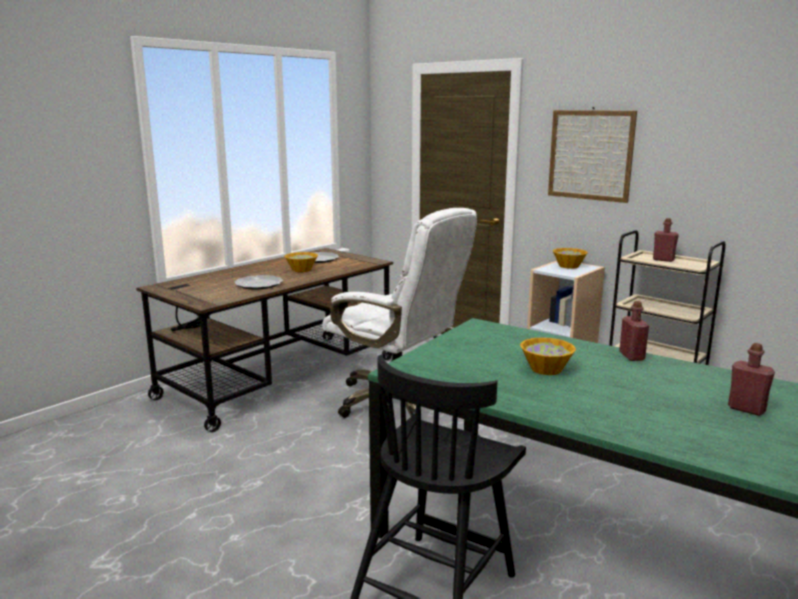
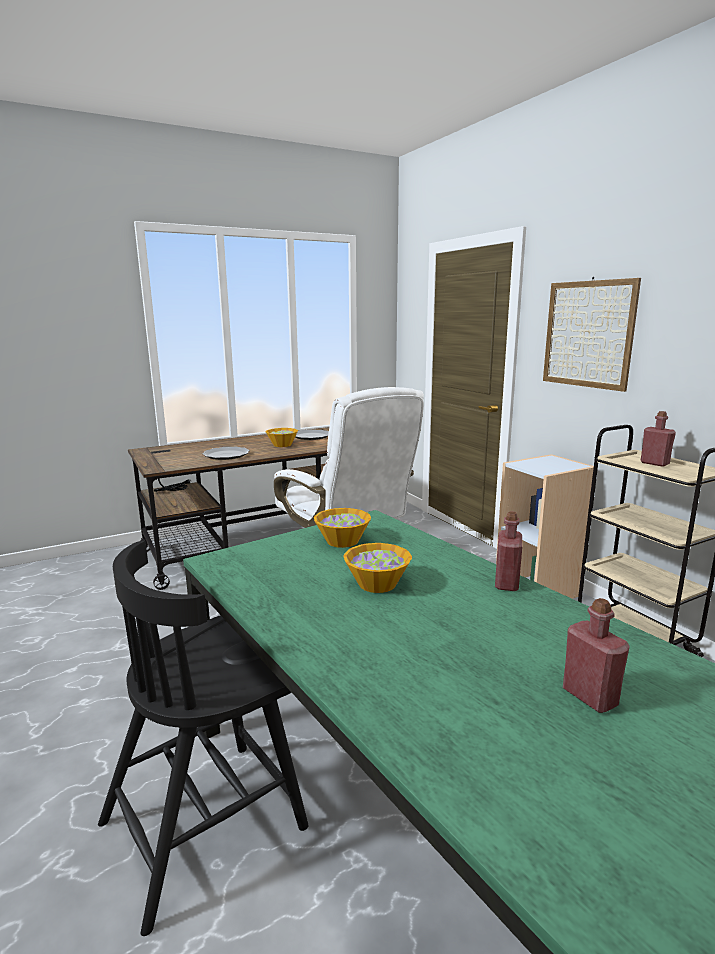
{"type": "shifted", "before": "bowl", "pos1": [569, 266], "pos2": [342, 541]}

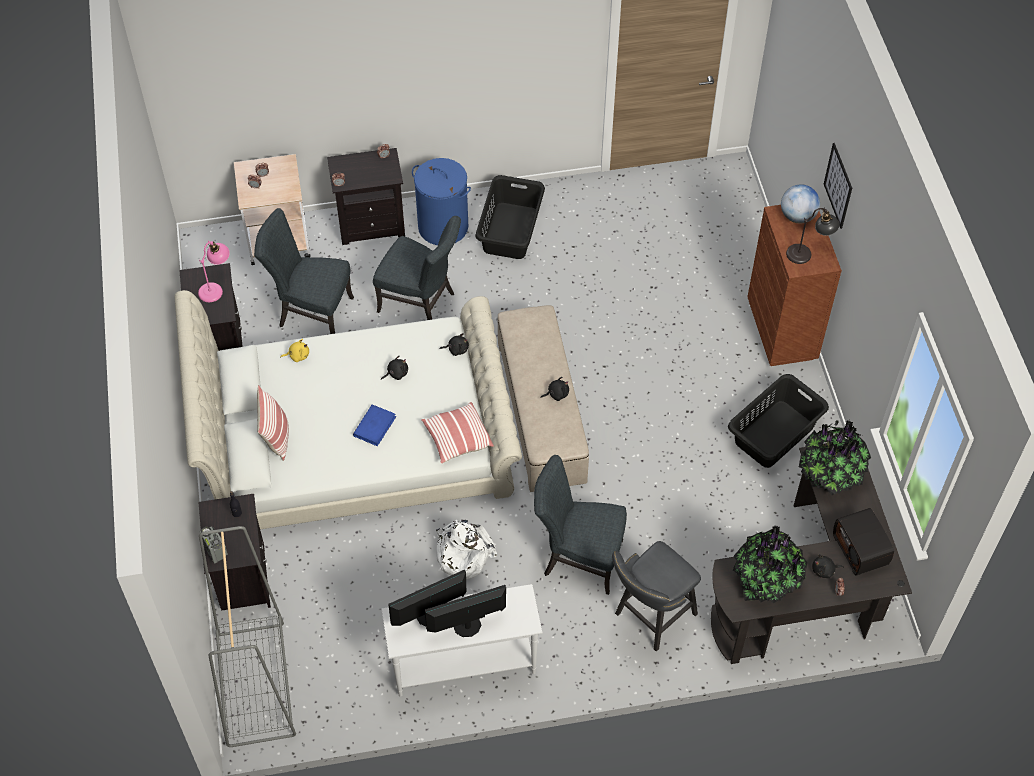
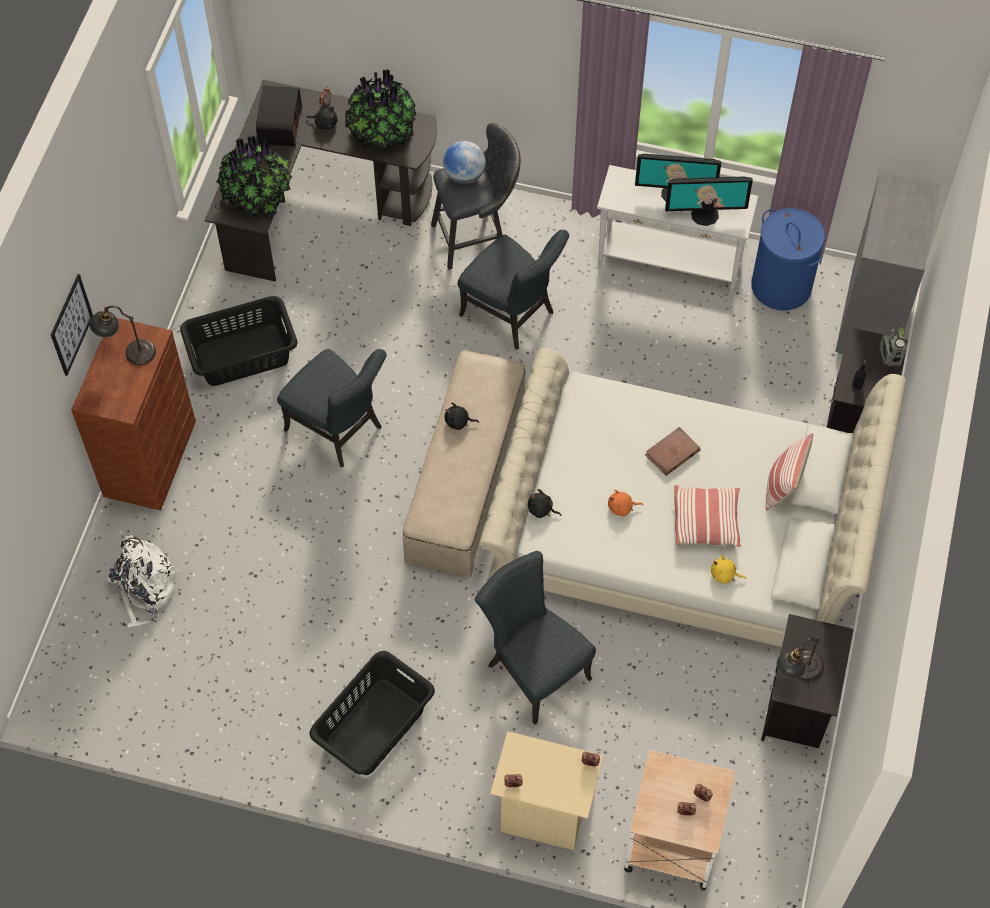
{"type": "shifted", "before": "grey chair", "pos1": [311, 312], "pos2": [339, 430]}
{"type": "shifted", "before": "blue laundry basket", "pos1": [443, 227], "pos2": [781, 286]}
{"type": "shifted", "before": "pillow", "pos1": [457, 439], "pos2": [706, 521]}
{"type": "shifted", "before": "white backpack", "pos1": [462, 554], "pos2": [144, 588]}
{"type": "shifted", "before": "globe", "pos1": [797, 216], "pos2": [464, 175]}
{"type": "swapped", "before": "grey clothes rack", "after": "grey dresser", "pos1": [256, 684], "pos2": [871, 321]}
{"type": "repainted", "before": "pink table lamp", "after": "grey table lamp", "pos1": [216, 284], "pos2": [797, 674]}
{"type": "repainted", "before": "black nightstand", "after": "beige nightstand", "pos1": [371, 224], "pos2": [543, 814]}
{"type": "repainted", "before": "blue book", "after": "brown book", "pos1": [374, 426], "pos2": [672, 453]}
{"type": "repainted", "before": "black plush toy", "after": "orange plush toy", "pos1": [396, 373], "pos2": [622, 507]}

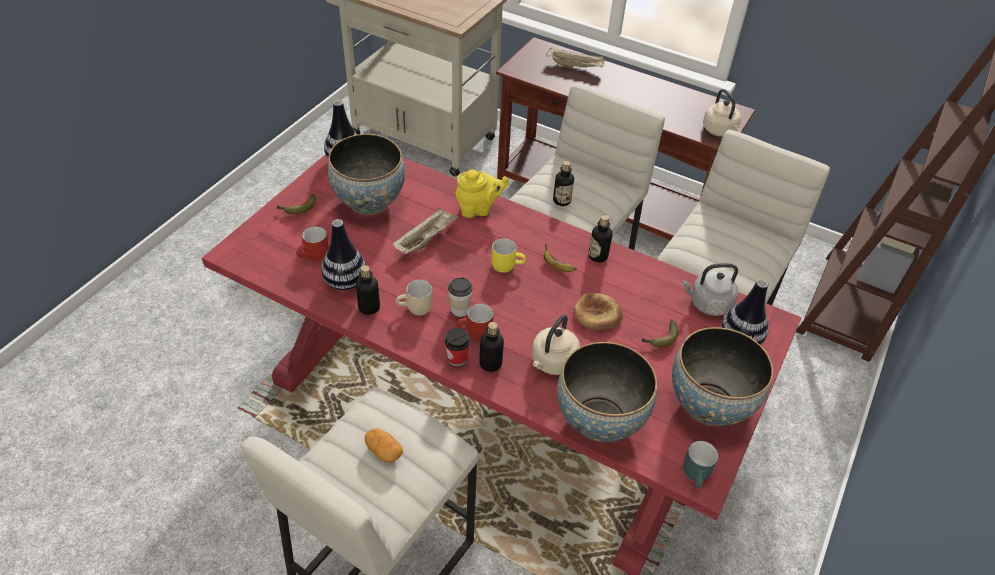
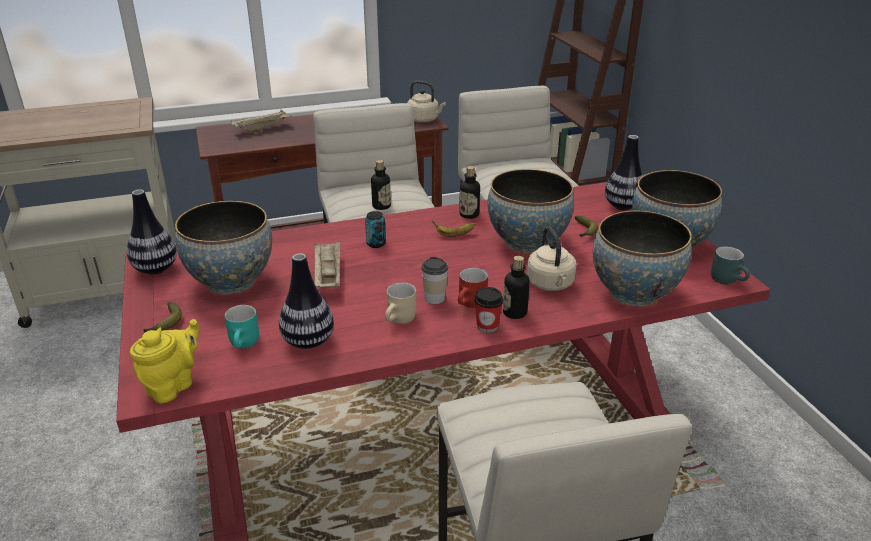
{"type": "gone", "before": "bottle", "pos1": [369, 307]}
{"type": "gone", "before": "potato", "pos1": [384, 451]}
{"type": "gone", "before": "yellow mug", "pos1": [507, 265]}
{"type": "gone", "before": "grey kettle", "pos1": [707, 304]}
{"type": "new", "after": "can", "pos2": [376, 244]}
{"type": "shifted", "before": "yellow teapot", "pos1": [478, 209], "pos2": [173, 385]}
{"type": "swapped", "before": "bread", "after": "bowl", "pos1": [597, 314], "pos2": [527, 243]}
{"type": "repainted", "before": "red mug", "after": "turquoise mug", "pos1": [315, 256], "pos2": [245, 343]}

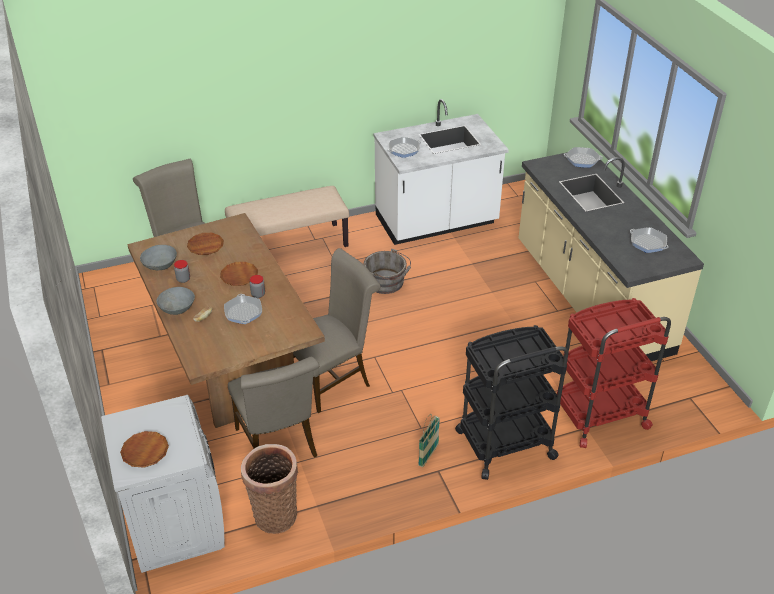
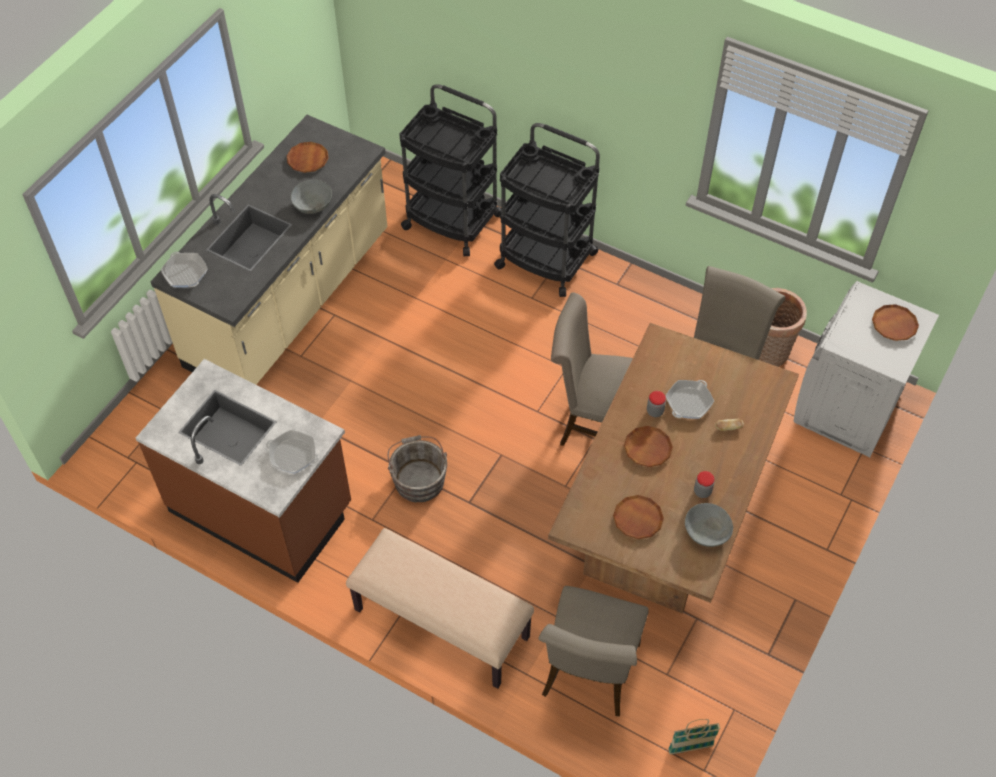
{"type": "shifted", "before": "grey bowl", "pos1": [177, 309], "pos2": [313, 204]}
{"type": "shifted", "before": "basket", "pos1": [428, 455], "pos2": [690, 748]}
{"type": "swapped", "before": "frying pan", "after": "brown plate", "pos1": [648, 243], "pos2": [308, 159]}
{"type": "repainted", "before": "white counter", "after": "brown counter", "pos1": [436, 222], "pos2": [262, 508]}
{"type": "repainted", "before": "red cart", "after": "black cart", "pos1": [599, 414], "pos2": [451, 221]}

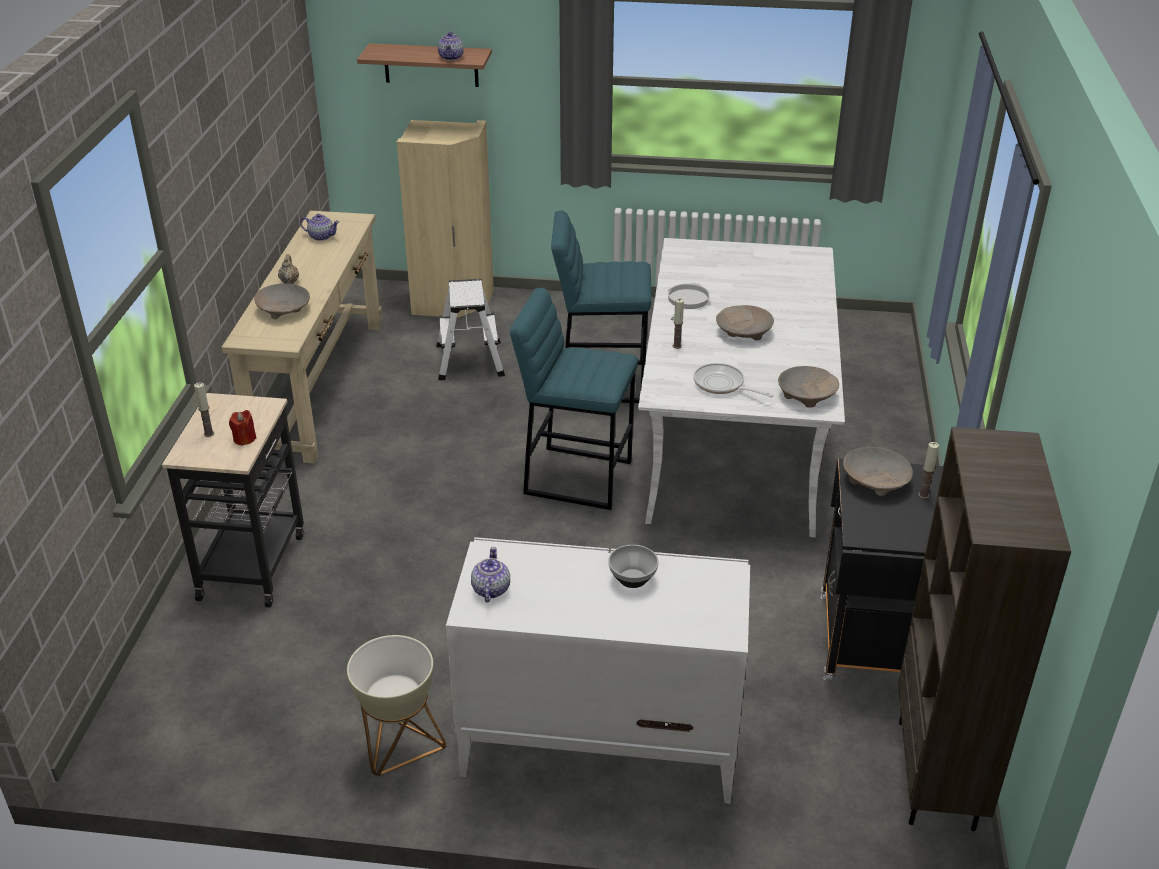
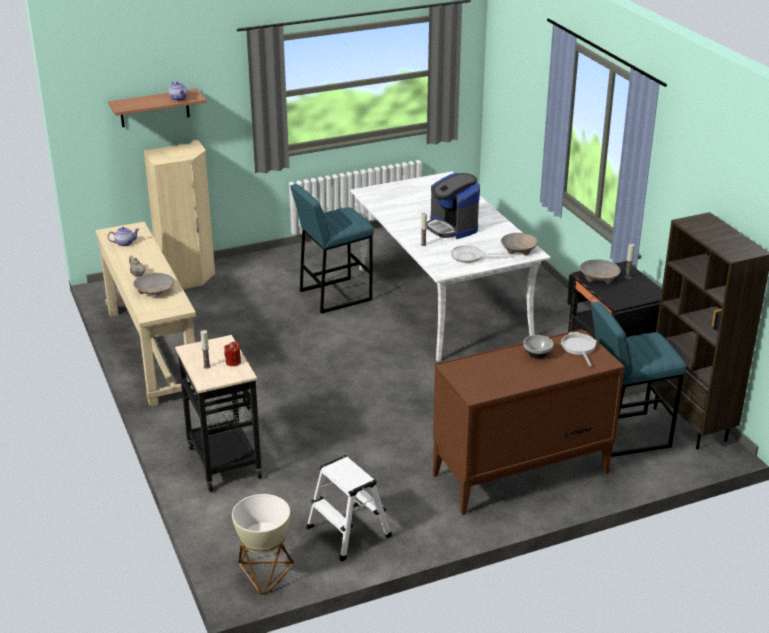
{"type": "gone", "before": "teapot", "pos1": [490, 590]}
{"type": "shifted", "before": "planter", "pos1": [399, 747], "pos2": [264, 575]}
{"type": "shifted", "before": "white step ladder", "pos1": [470, 360], "pos2": [349, 532]}
{"type": "shifted", "before": "turquoise stool", "pos1": [575, 477], "pos2": [625, 434]}
{"type": "shifted", "before": "frying pan", "pos1": [686, 301], "pos2": [578, 348]}
{"type": "swapped", "before": "beige bowl", "after": "coffee machine", "pos1": [744, 332], "pos2": [452, 227]}
{"type": "repainted", "before": "white cabinet", "after": "brown cabinet", "pos1": [599, 746], "pos2": [520, 474]}

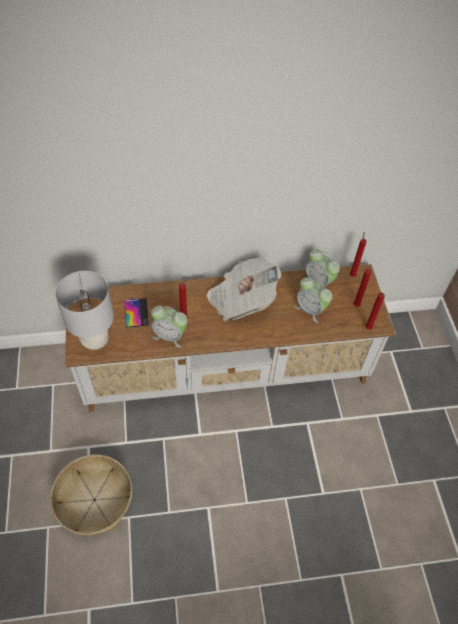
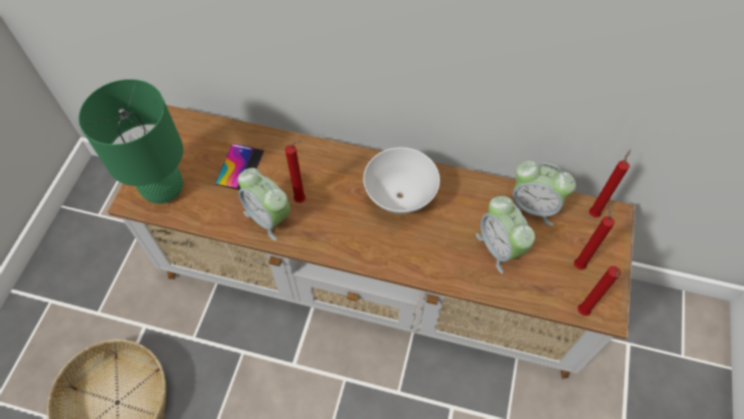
{"type": "swapped", "before": "newspaper", "after": "white bowl", "pos1": [241, 299], "pos2": [399, 196]}
{"type": "repainted", "before": "grey table lamp", "after": "green table lamp", "pos1": [96, 342], "pos2": [164, 192]}
{"type": "rotated", "before": "alarm clock", "pos1": [318, 282], "pos2": [533, 207], "turn": -45}

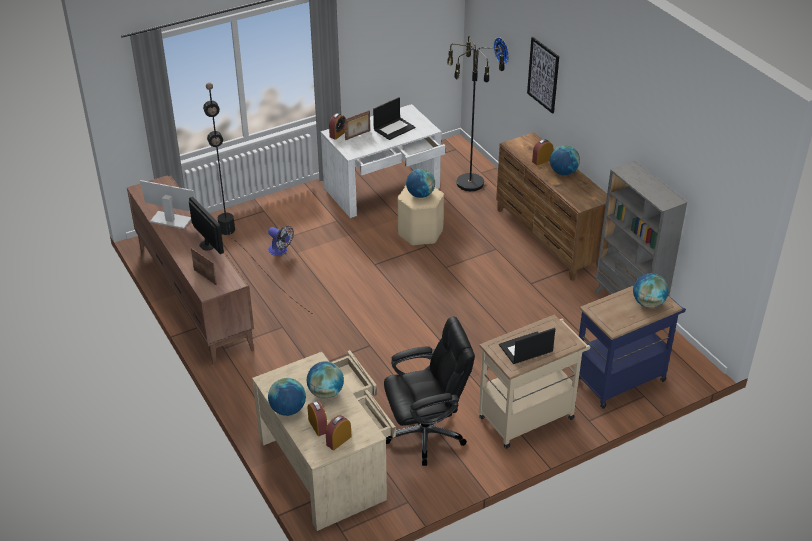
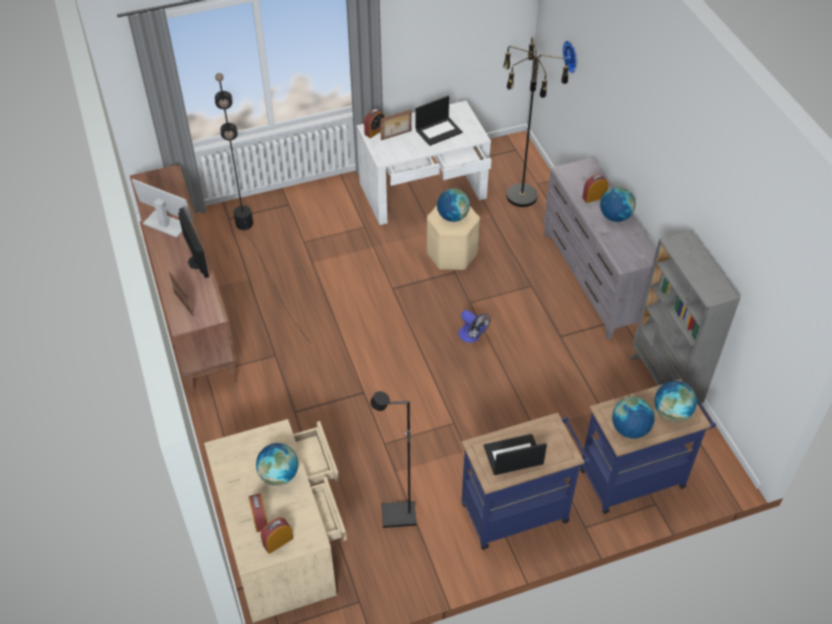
{"type": "gone", "before": "picture", "pos1": [543, 75]}
{"type": "shifted", "before": "fan", "pos1": [280, 251], "pos2": [472, 336]}
{"type": "shifted", "before": "globe", "pos1": [288, 409], "pos2": [630, 429]}
{"type": "swapped", "before": "black office chair", "after": "black floor lamp", "pos1": [425, 434], "pos2": [398, 516]}
{"type": "repainted", "before": "beige cart", "after": "blue cart", "pos1": [529, 417], "pos2": [518, 513]}
{"type": "repainted", "before": "brown dresser", "after": "grey dresser", "pos1": [548, 238], "pos2": [593, 279]}

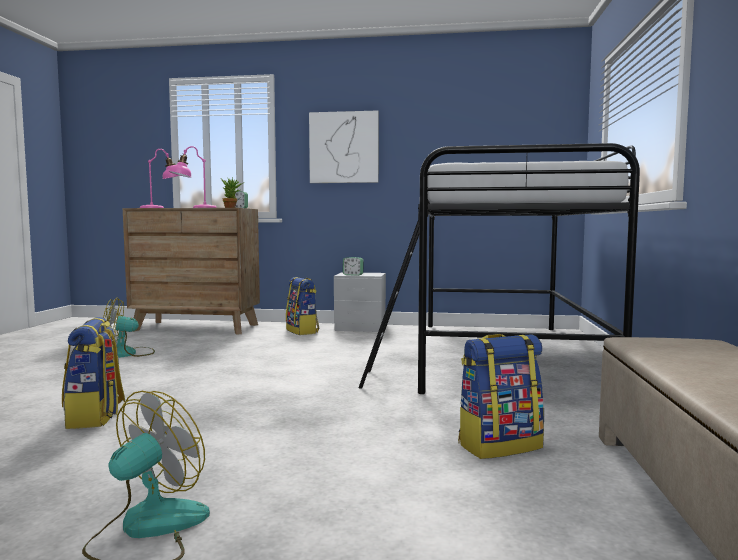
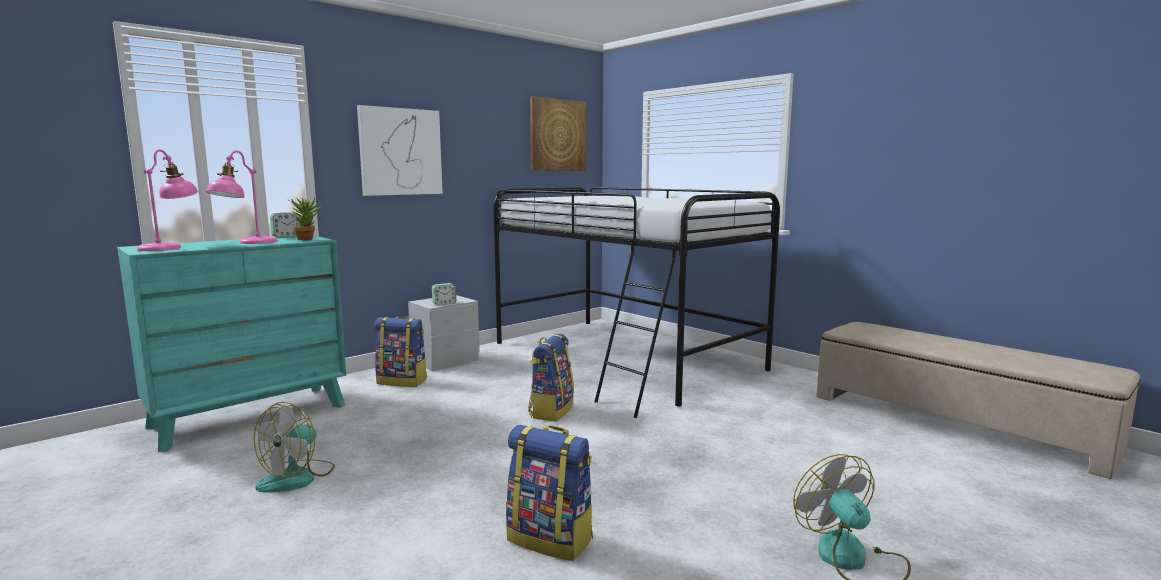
{"type": "new", "after": "picture", "pos2": [557, 135]}
{"type": "shifted", "before": "backpack", "pos1": [499, 445], "pos2": [551, 410]}
{"type": "repainted", "before": "brown dresser", "after": "turquoise dresser", "pos1": [196, 328], "pos2": [250, 416]}

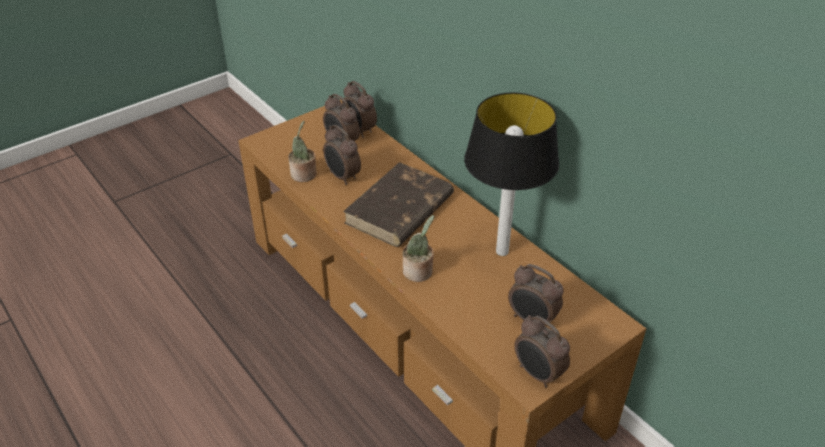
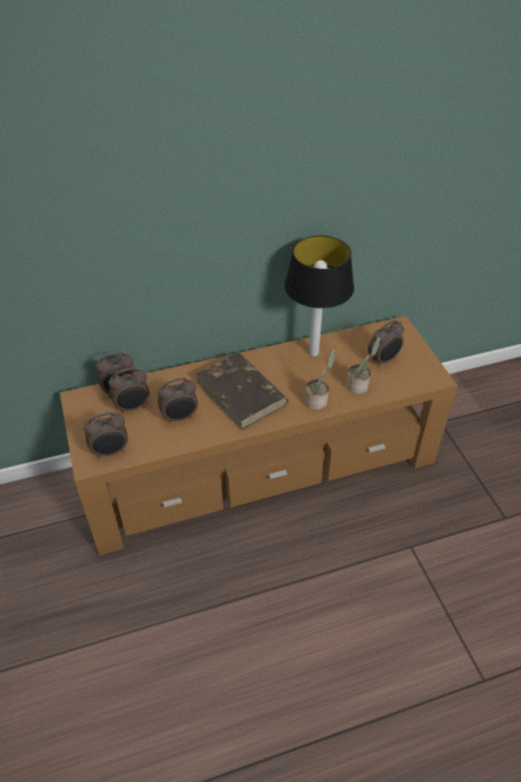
{"type": "shifted", "before": "potted plant", "pos1": [304, 175], "pos2": [359, 386]}
{"type": "shifted", "before": "alarm clock", "pos1": [537, 374], "pos2": [110, 452]}

